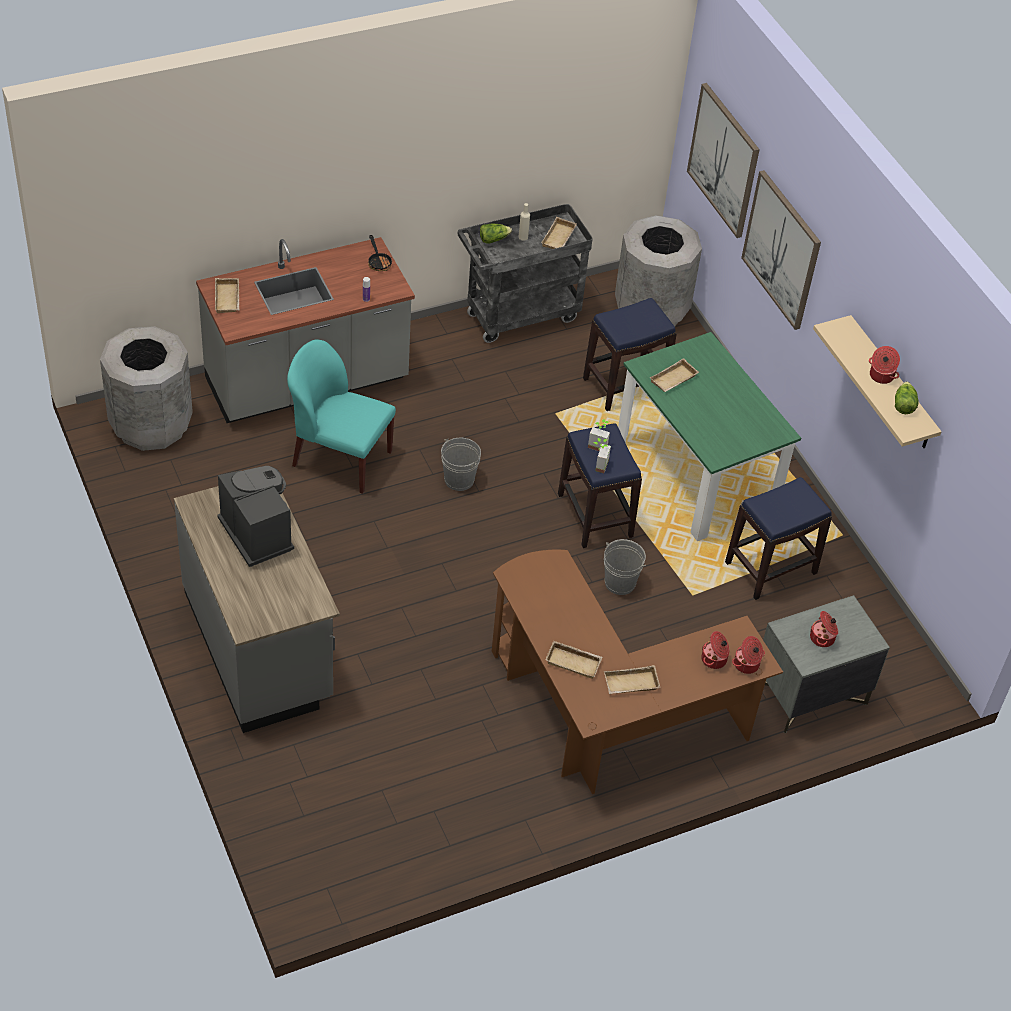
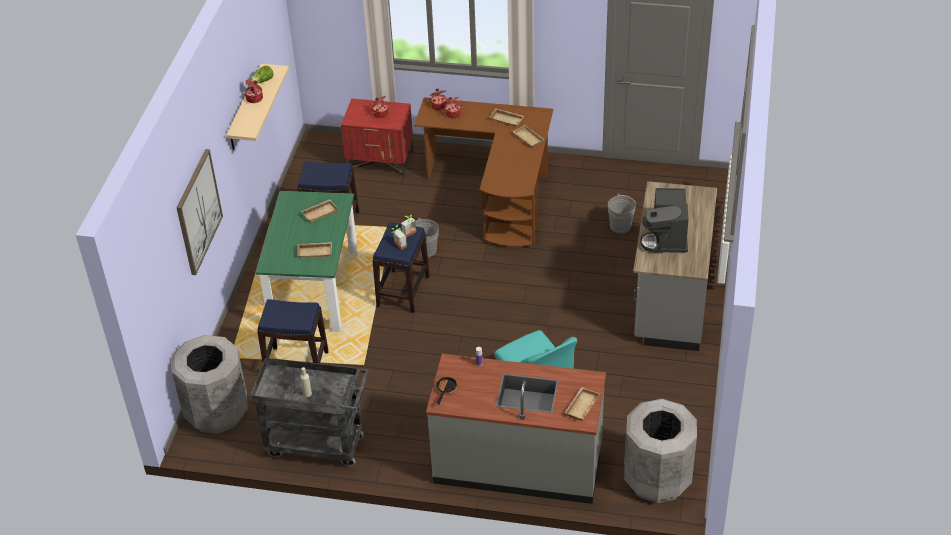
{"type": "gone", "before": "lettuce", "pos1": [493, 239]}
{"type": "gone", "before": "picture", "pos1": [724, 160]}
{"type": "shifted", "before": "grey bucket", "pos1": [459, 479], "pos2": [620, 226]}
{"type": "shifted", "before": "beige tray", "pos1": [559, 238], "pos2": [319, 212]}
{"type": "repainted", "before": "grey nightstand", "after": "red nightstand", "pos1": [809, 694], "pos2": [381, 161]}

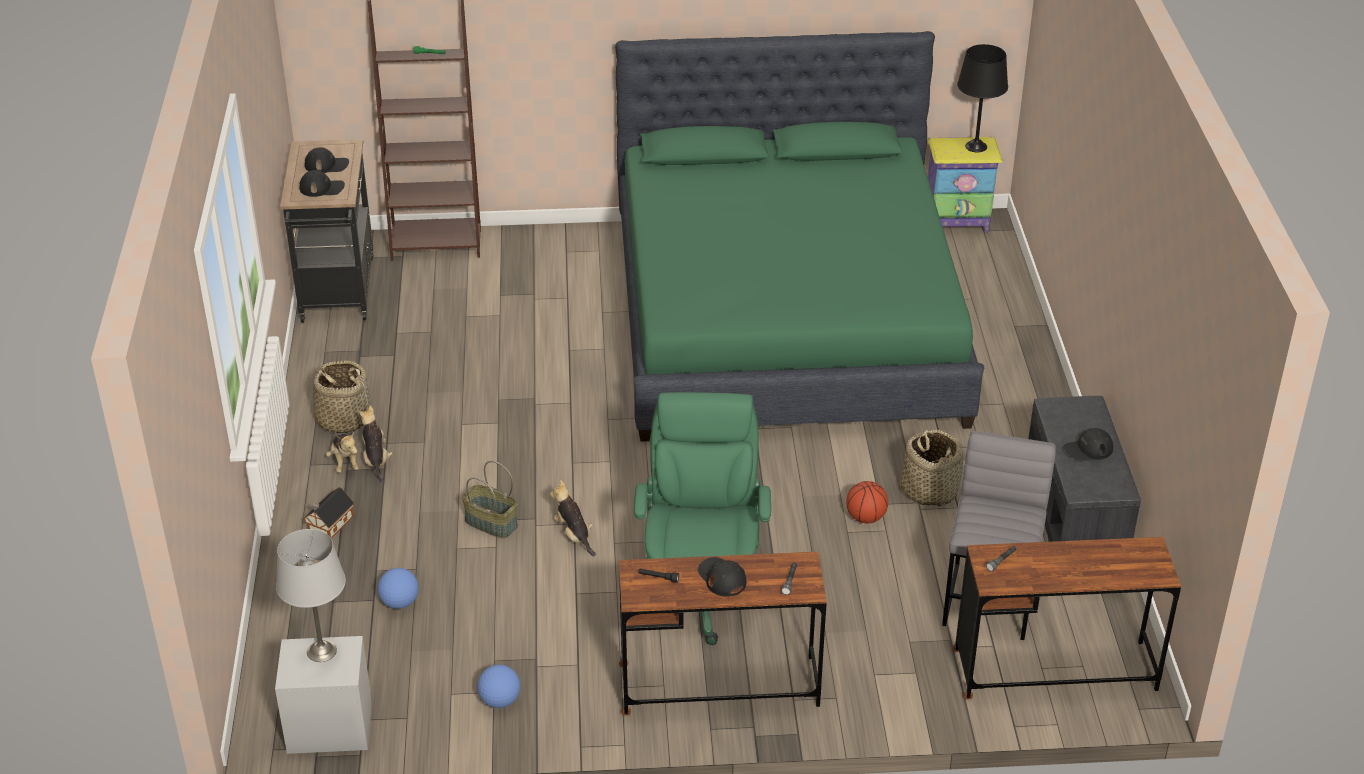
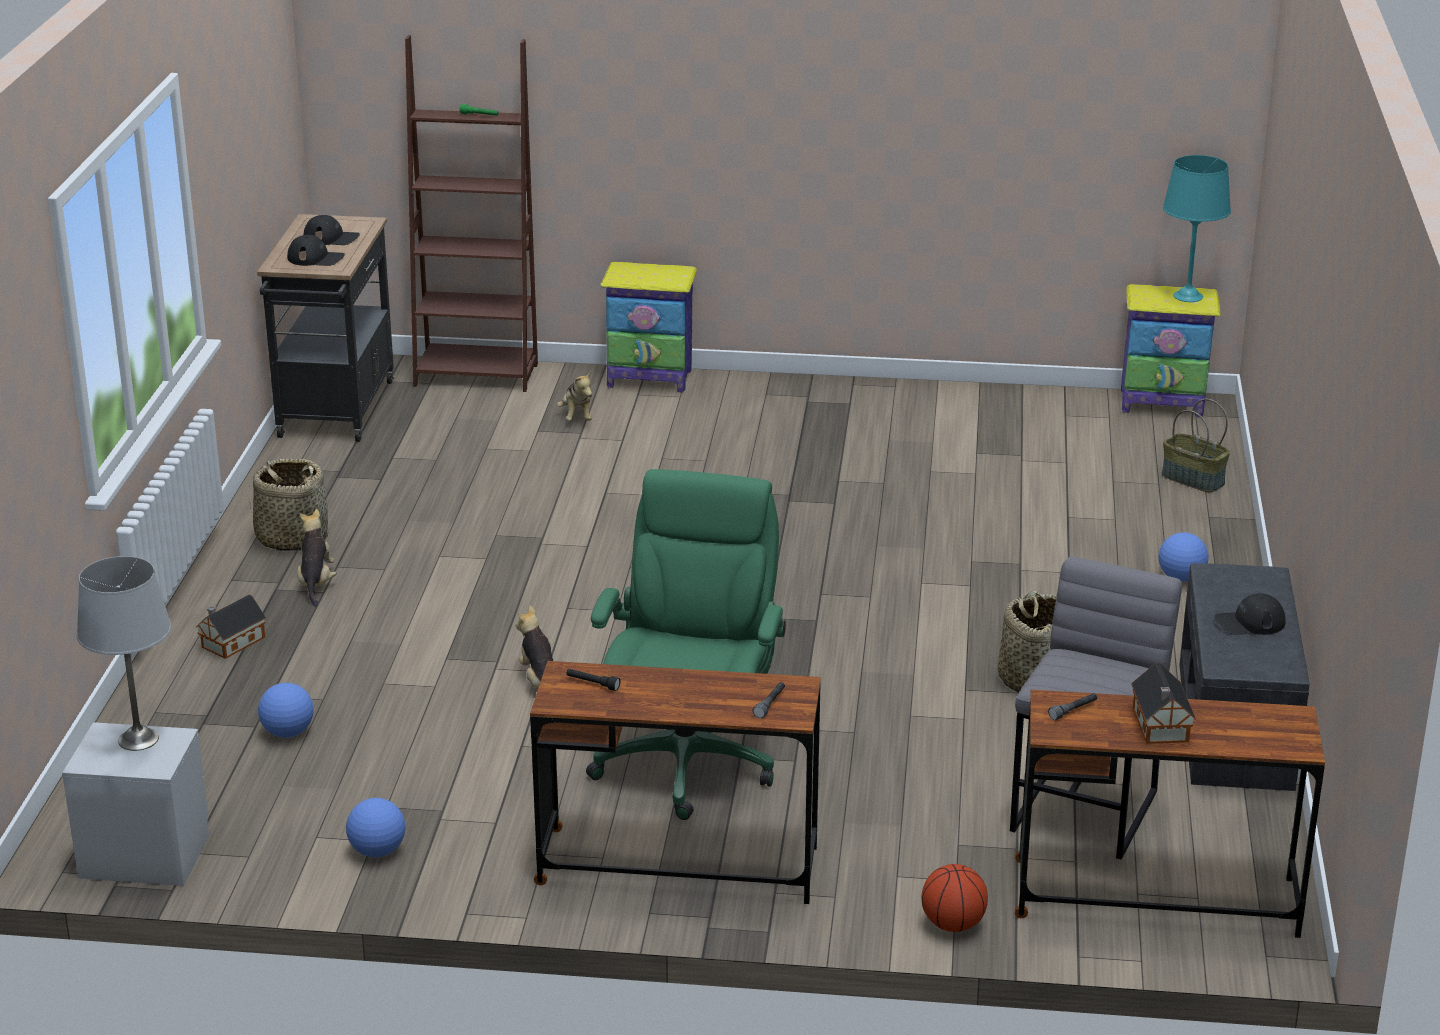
{"type": "gone", "before": "green bed", "pos1": [786, 318]}
{"type": "gone", "before": "black cap", "pos1": [722, 578]}
{"type": "new", "after": "nightstand", "pos2": [651, 380]}
{"type": "new", "after": "toy house", "pos2": [1160, 727]}
{"type": "new", "after": "football", "pos2": [1181, 578]}
{"type": "shifted", "before": "plush toy", "pos1": [345, 462], "pos2": [577, 416]}
{"type": "shifted", "before": "basket", "pos1": [490, 523], "pos2": [1192, 479]}
{"type": "shifted", "before": "basketball", "pos1": [865, 518], "pos2": [952, 925]}
{"type": "repainted", "before": "black table lamp", "after": "turquoise table lamp", "pos1": [976, 146], "pos2": [1188, 296]}

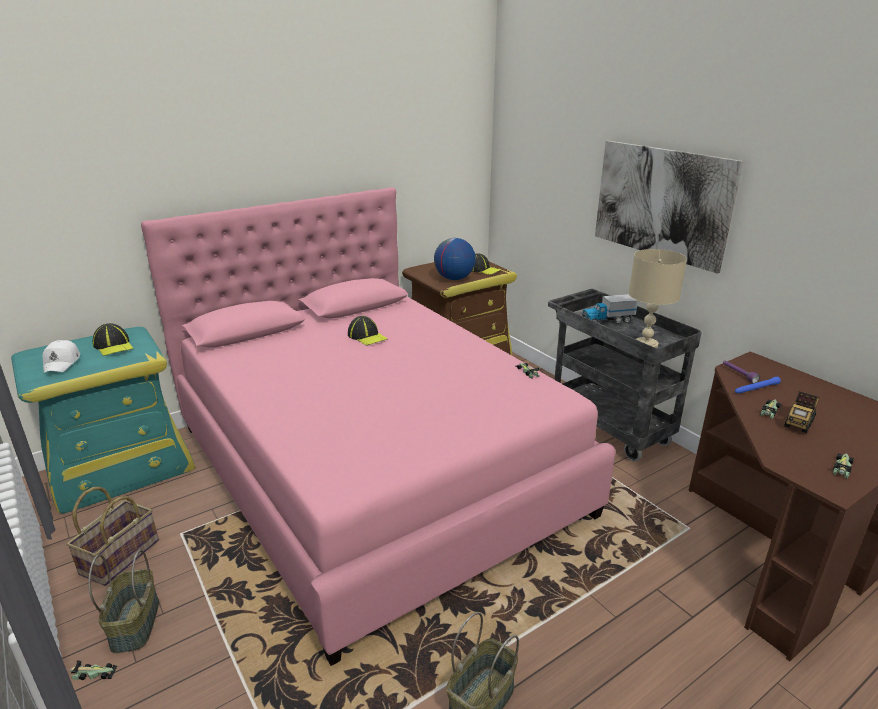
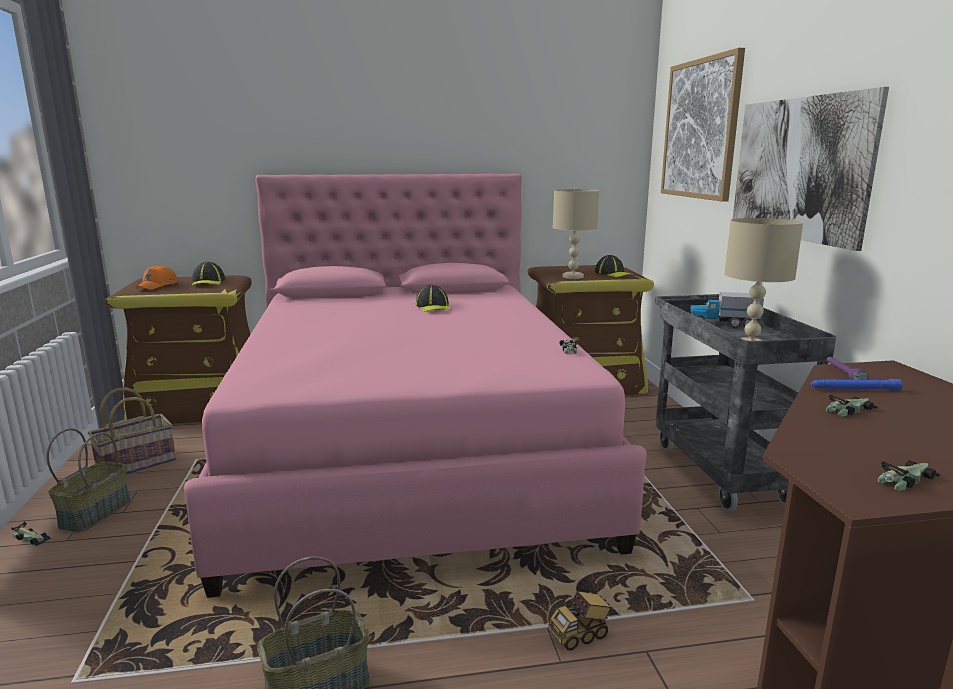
{"type": "new", "after": "picture", "pos2": [700, 129]}
{"type": "shifted", "before": "toy truck", "pos1": [799, 423], "pos2": [580, 635]}
{"type": "swapped", "before": "globe", "after": "beige table lamp", "pos1": [454, 278], "pos2": [572, 276]}
{"type": "repainted", "before": "turquoise nightstand", "after": "brown nightstand", "pos1": [123, 470], "pos2": [202, 407]}
{"type": "repainted", "before": "white cap", "after": "orange cap", "pos1": [62, 363], "pos2": [158, 286]}

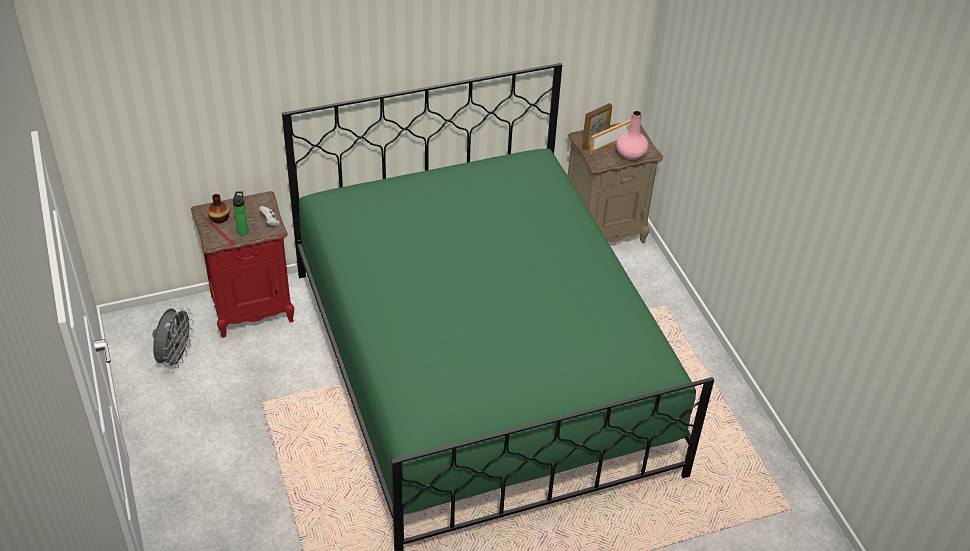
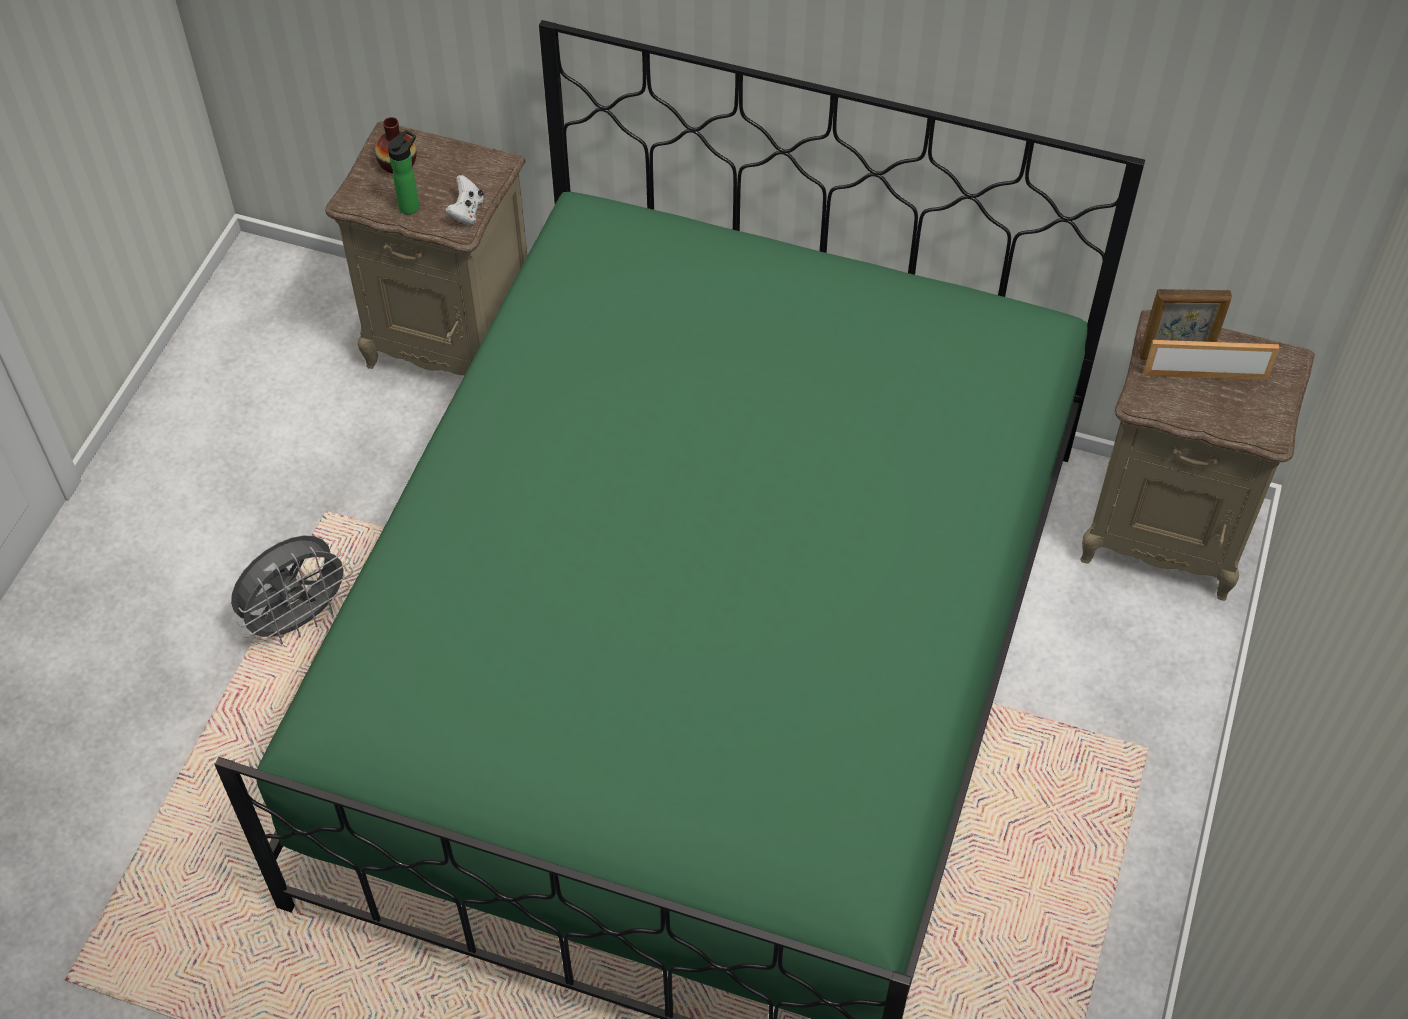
{"type": "gone", "before": "pink vase", "pos1": [630, 154]}
{"type": "shifted", "before": "grey fan", "pos1": [176, 357], "pos2": [299, 619]}
{"type": "repainted", "before": "red nightstand", "after": "beige nightstand", "pos1": [252, 309], "pos2": [451, 344]}

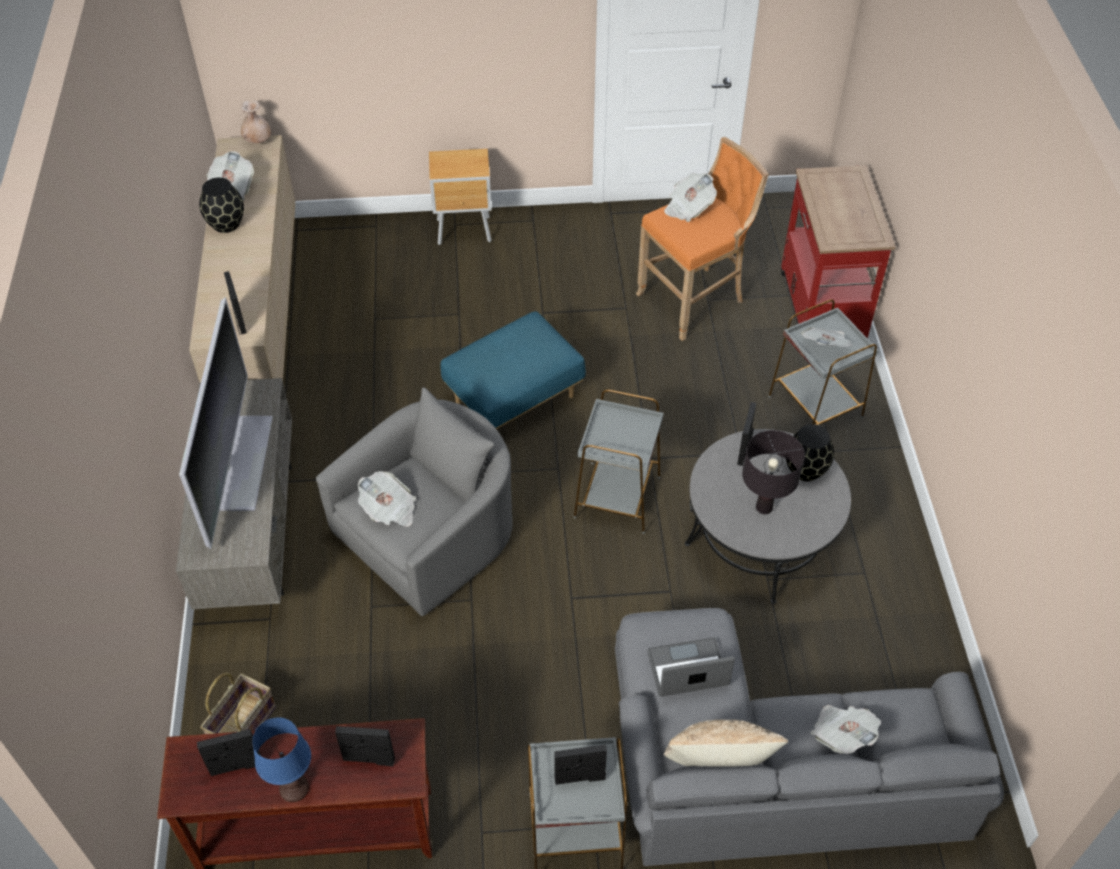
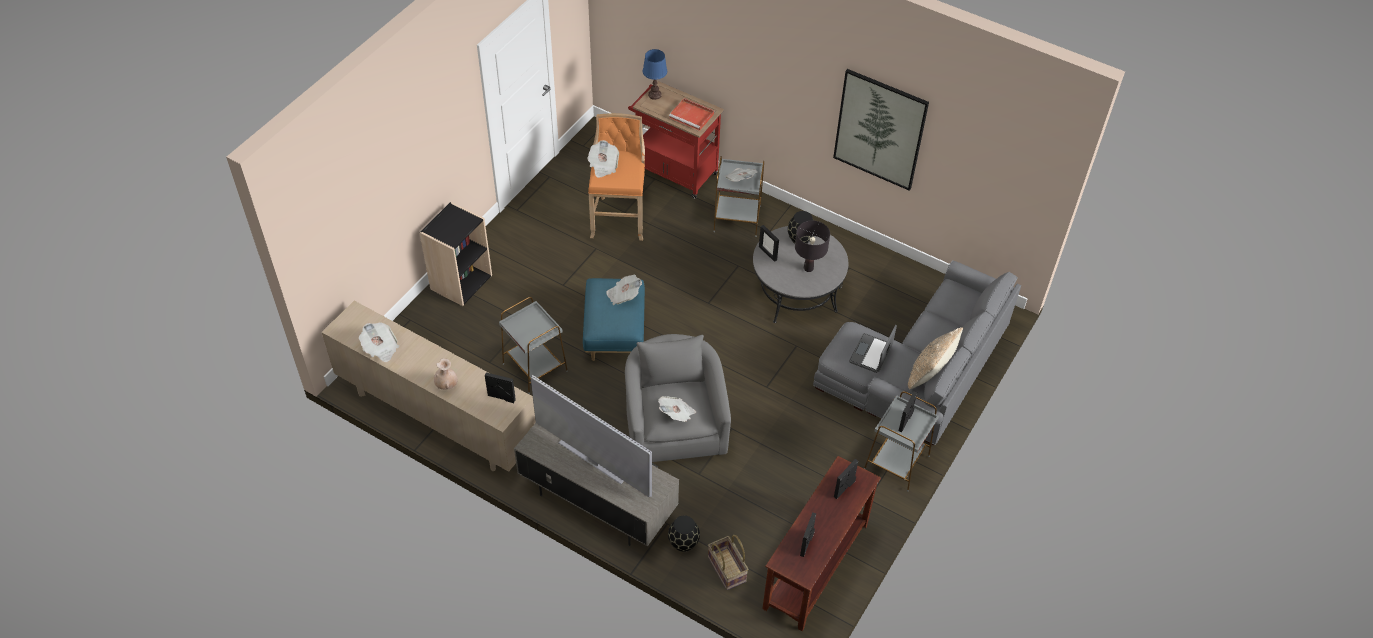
{"type": "new", "after": "red tray", "pos2": [692, 116]}
{"type": "new", "after": "picture", "pos2": [880, 129]}
{"type": "shifted", "before": "black vase", "pos1": [226, 223], "pos2": [683, 543]}
{"type": "shifted", "before": "beige vase", "pos1": [258, 141], "pos2": [446, 385]}
{"type": "shifted", "before": "blue table lamp", "pos1": [294, 787], "pos2": [654, 95]}
{"type": "shifted", "before": "grey side table", "pos1": [616, 498], "pos2": [535, 368]}
{"type": "shifted", "before": "newspaper", "pos1": [842, 734], "pos2": [623, 295]}
{"type": "swapped", "before": "brown nightstand", "after": "black bookcase", "pos1": [465, 231], "pos2": [461, 281]}

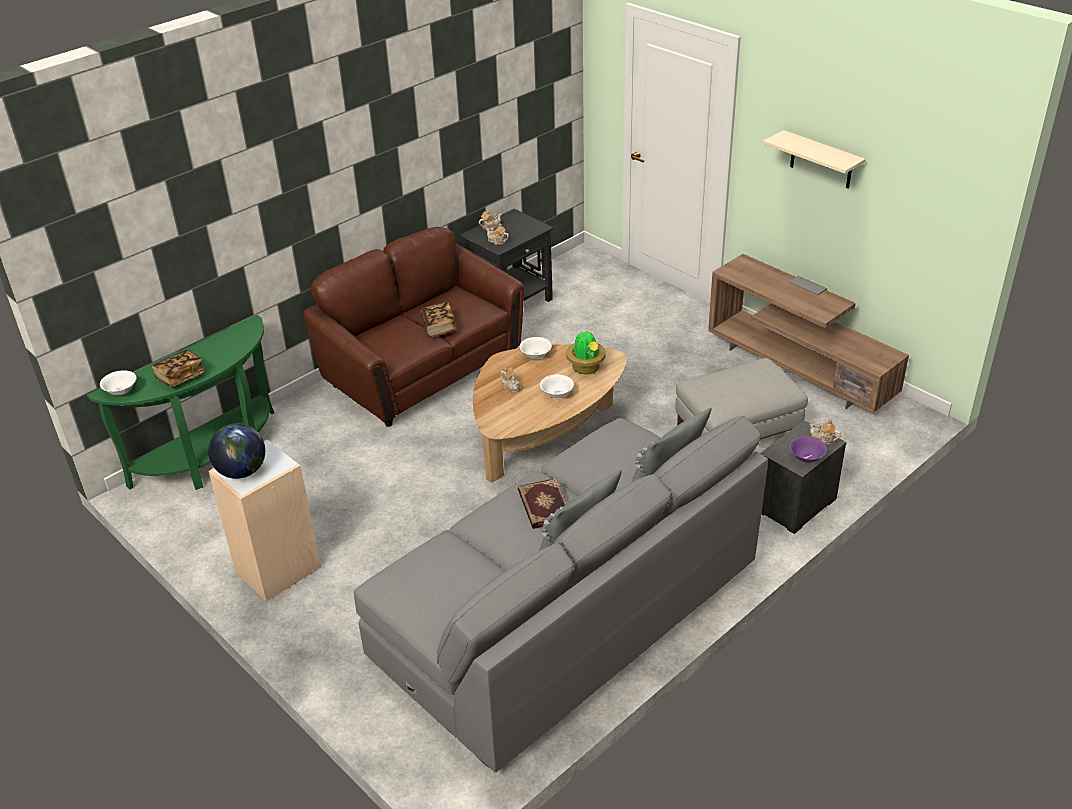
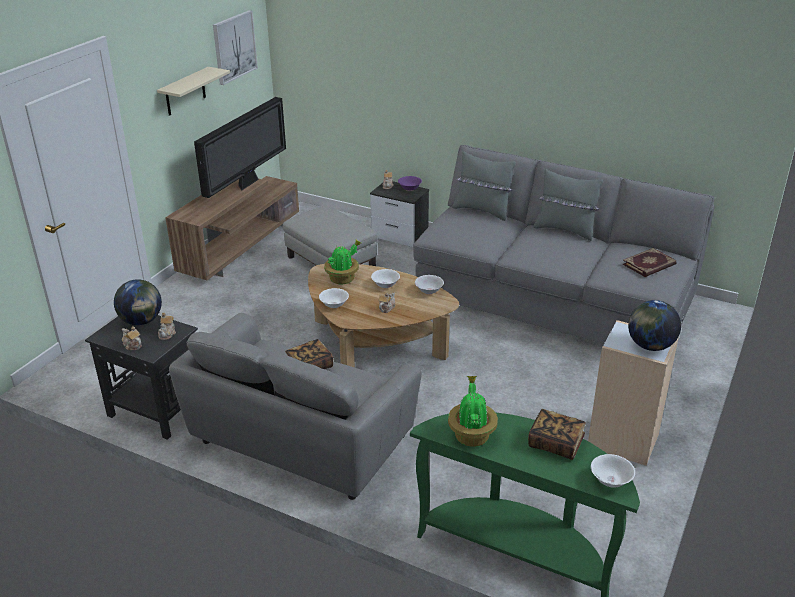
{"type": "new", "after": "globe", "pos2": [141, 321]}
{"type": "new", "after": "television", "pos2": [248, 183]}
{"type": "new", "after": "picture", "pos2": [234, 47]}
{"type": "new", "after": "white bowl", "pos2": [429, 291]}
{"type": "new", "after": "potted plant", "pos2": [471, 435]}
{"type": "shifted", "before": "book", "pos1": [544, 506], "pos2": [649, 265]}
{"type": "repainted", "before": "brown sofa", "after": "grey sofa", "pos1": [421, 368], "pos2": [299, 441]}

